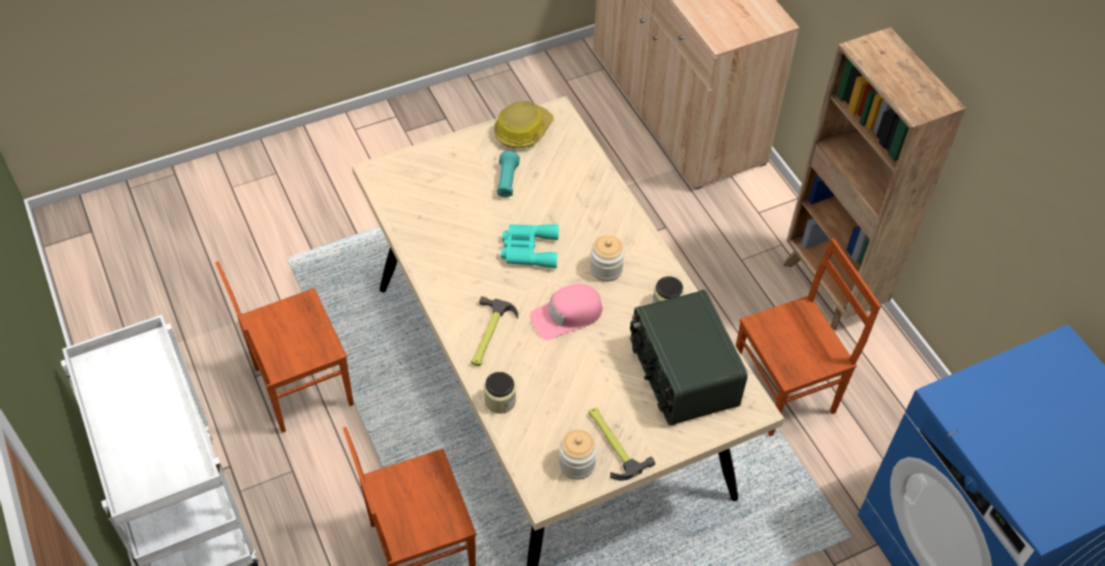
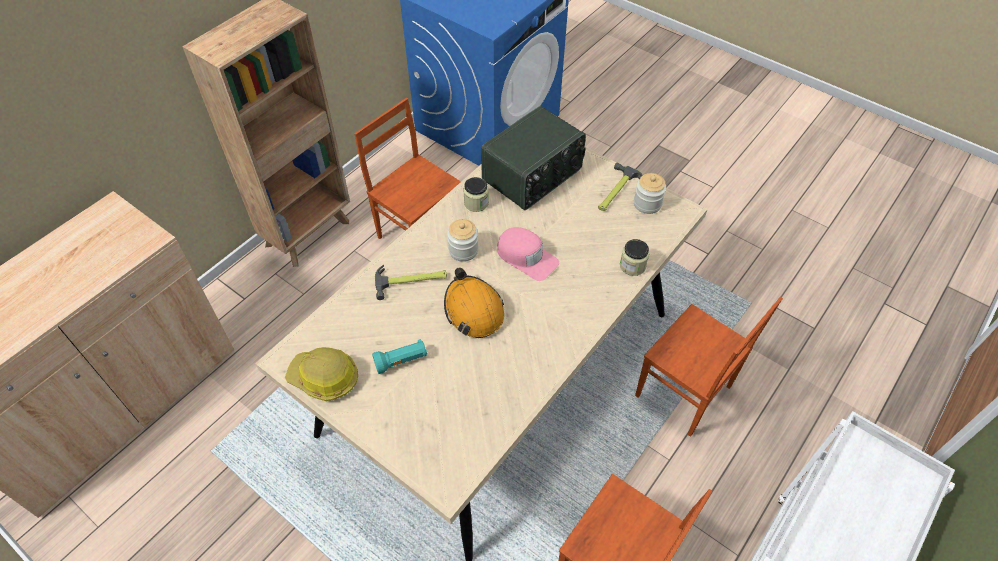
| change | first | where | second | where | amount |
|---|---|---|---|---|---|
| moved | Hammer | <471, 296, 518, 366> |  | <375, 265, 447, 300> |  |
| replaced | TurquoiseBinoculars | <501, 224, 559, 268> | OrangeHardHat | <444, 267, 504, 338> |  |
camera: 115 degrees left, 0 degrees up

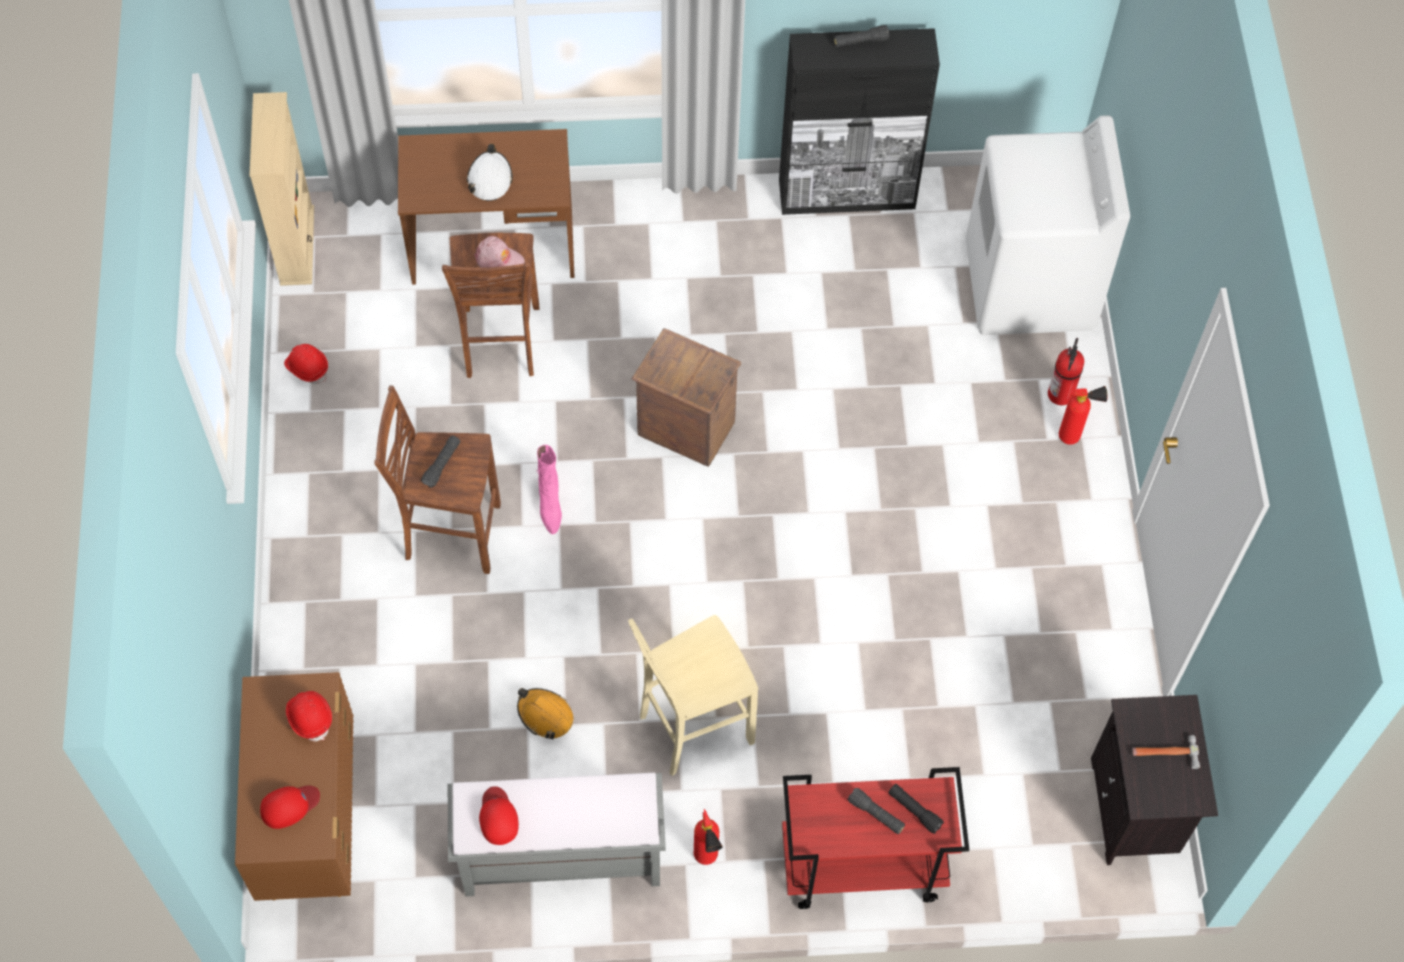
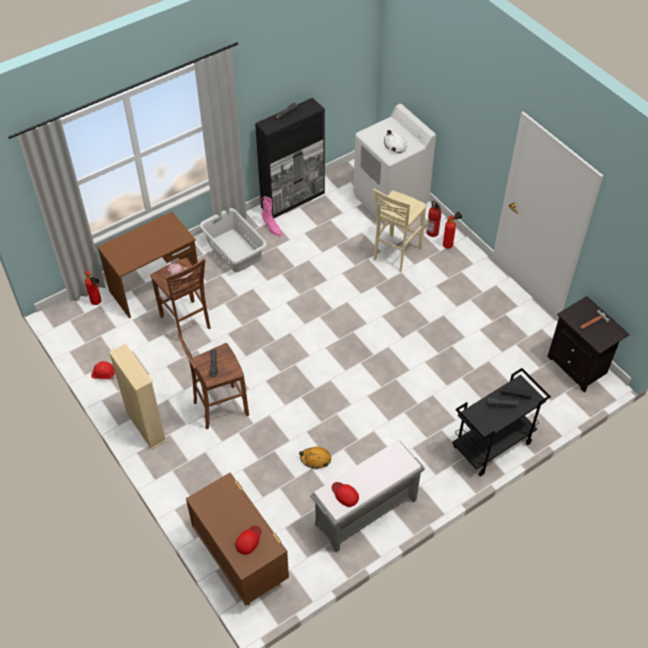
| change | first | where | second | where | amount |
|---|---|---|---|---|---|
| moved | BeigeBookcase | <249, 92, 314, 286> |  | <109, 343, 167, 450> |  |
| removed | RedHardHat | <286, 691, 332, 741> |  |  |  |
| moved | WhiteHardHat | <467, 143, 513, 201> |  | <384, 130, 407, 153> |  |
| moved | PinkBoot | <537, 445, 562, 534> |  | <261, 196, 282, 236> |  |
| moved | BeigeStool | <628, 615, 758, 776> |  | <373, 188, 427, 272> |  |
| removed | Crate | <631, 328, 741, 467> |  |  |  |
| moved | FireExtinguisher | <694, 809, 723, 865> |  | <84, 269, 101, 305> |  |
| recoloured | RedCart | <782, 767, 969, 909> | BlackCart | <452, 368, 551, 476> |  |
| added |  |  | GreyLaundryBasket | <199, 208, 267, 272> |  |
camera: 30 degrees left, 10 degrees down

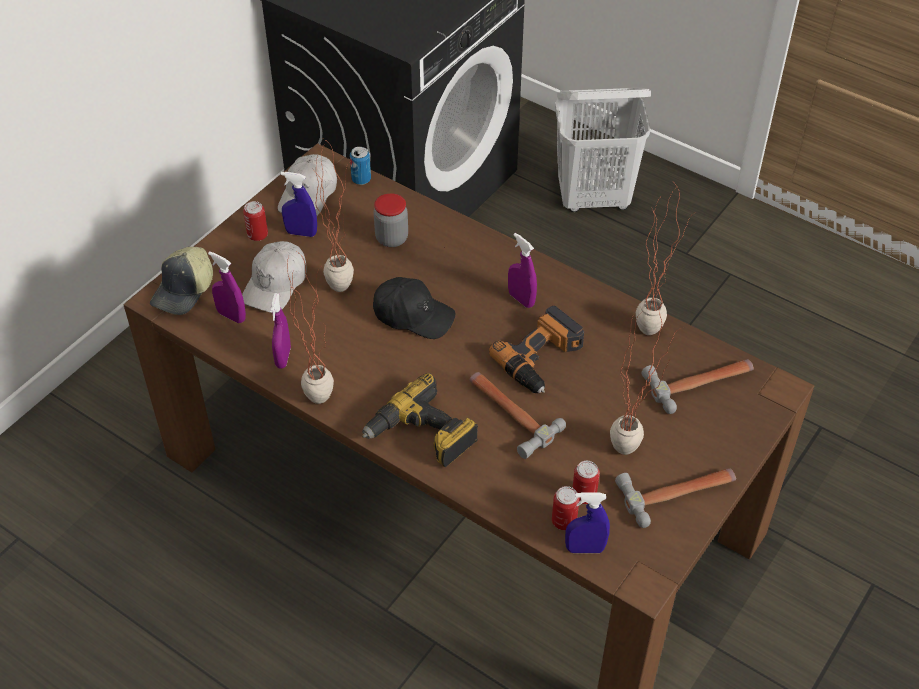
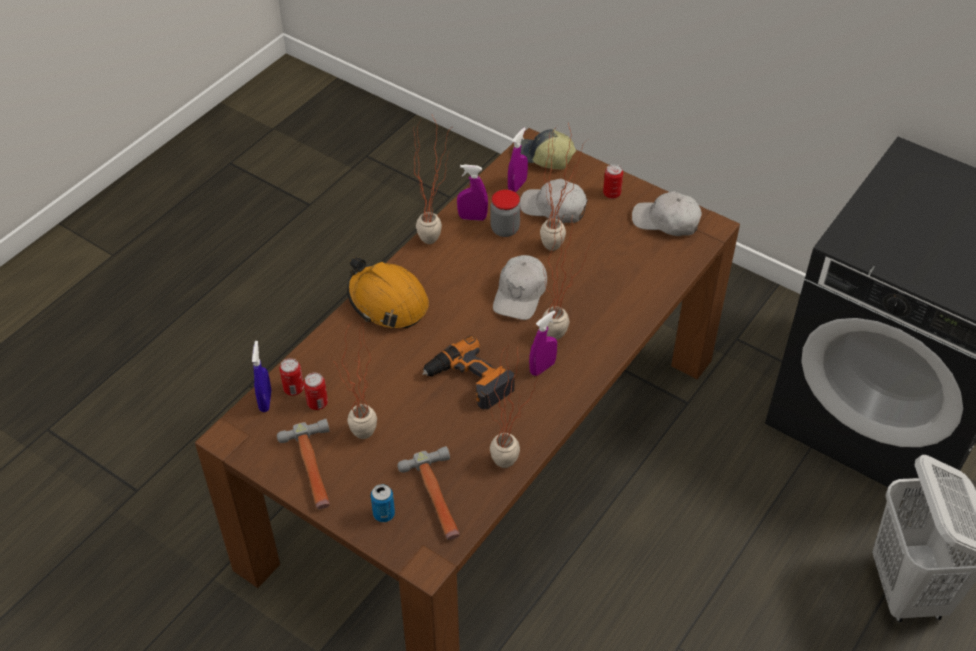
| change | first | where | second | where | amount |
|---|---|---|---|---|---|
| removed | BlueSprayBottle | <281, 172, 317, 237> |  |  |  |
| moved | Can | <350, 147, 371, 185> |  | <371, 484, 395, 522> |  |
| replaced | PowerDrill | <362, 373, 478, 468> | OrangeHardHat | <347, 257, 429, 328> |  |
| recoloured | BlackCap | <373, 277, 455, 339> | WhiteCap | <493, 255, 547, 320> |  |
| moved | Jar | <374, 193, 408, 247> |  | <491, 190, 521, 237> |  |
| removed | Hammer | <469, 372, 566, 459> |  |  |  |
| added |  |  | PottedPlant | <542, 216, 592, 340> |  |
camera: 90 degrees right, 0 degrees up

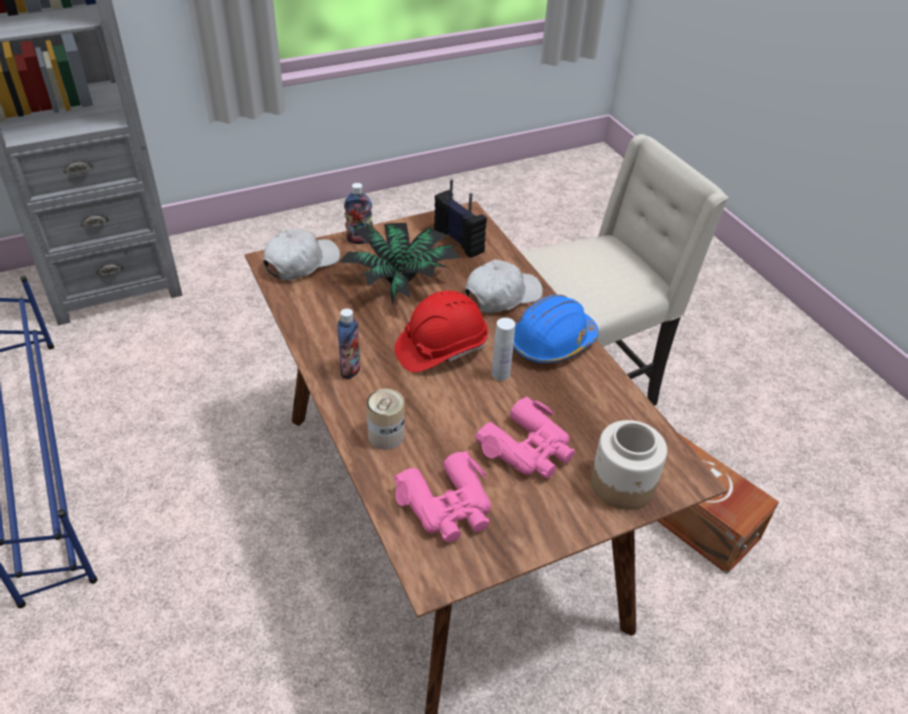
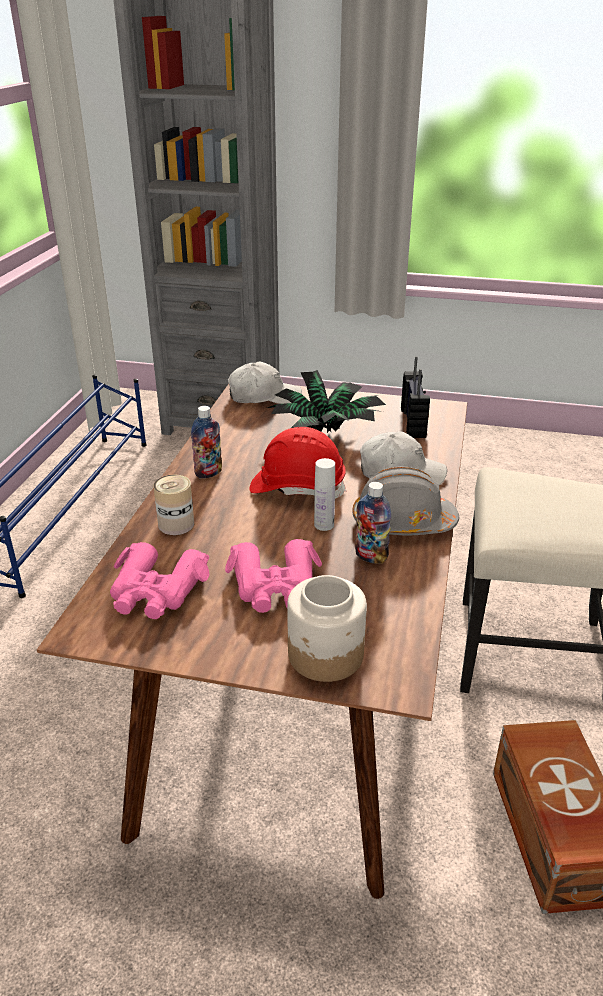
| change | first | where | second | where | amount |
|---|---|---|---|---|---|
| moved | Bottle | <344, 183, 373, 244> |  | <355, 482, 391, 564> |  |
| recoloured | BlueHardHat | <513, 295, 599, 363> | GreyHardHat | <352, 466, 459, 536> |  |
camera: 40 degrees right, 10 degrees down

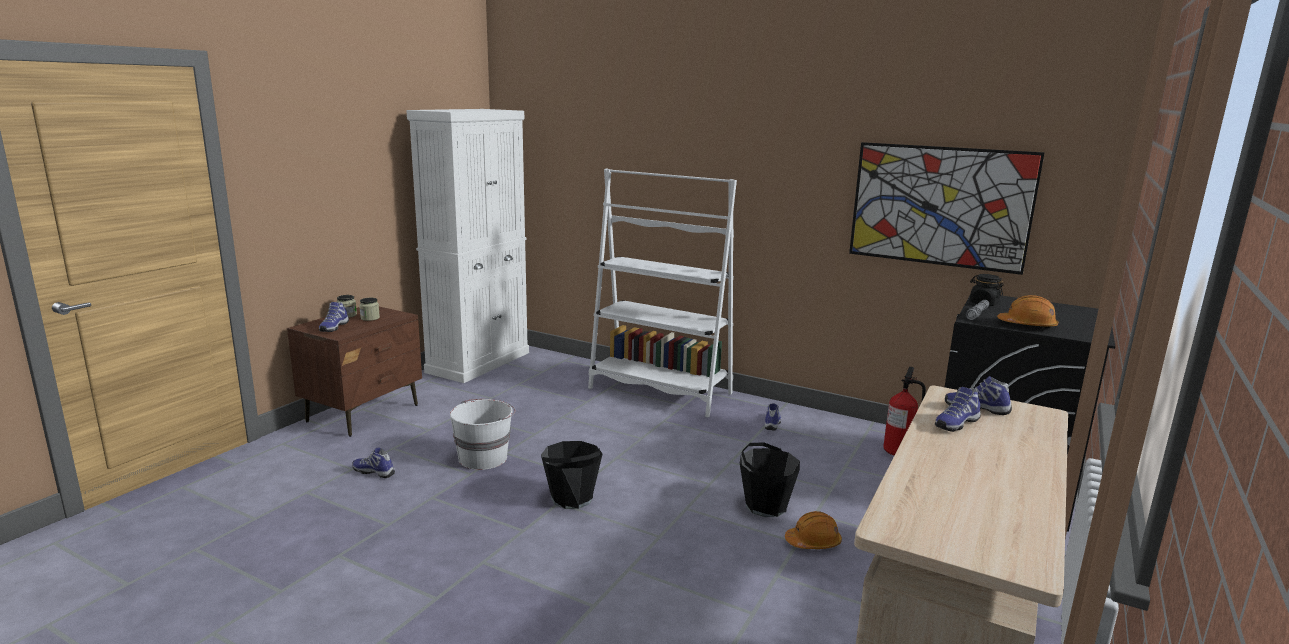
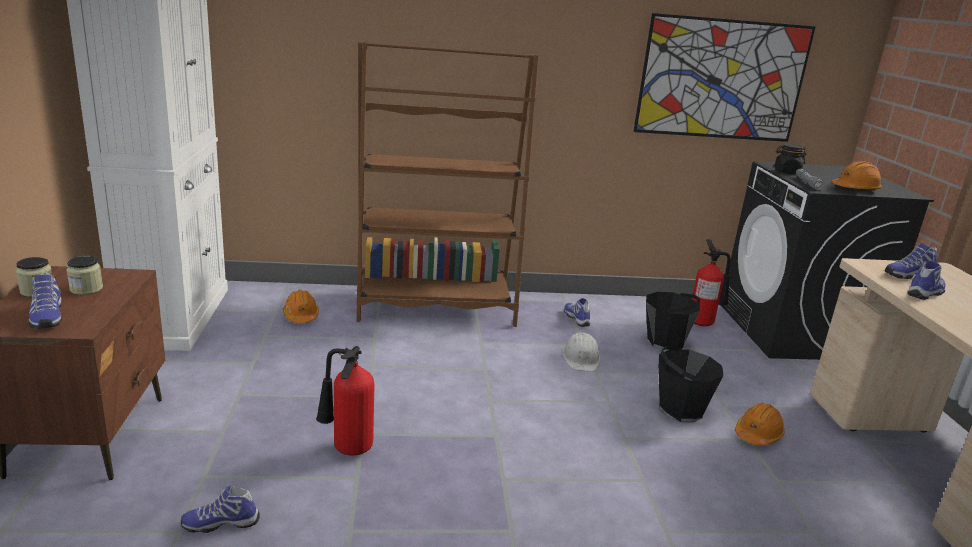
| change | first | where | second | where | amount |
|---|---|---|---|---|---|
| replaced | WhiteBucket | <450, 399, 515, 470> | FireExtinguisher | <316, 346, 374, 456> |  |
| moved | BlackBucket | <541, 441, 603, 509> |  | <646, 292, 700, 351> |  |
| recoloured | WhiteBookcase | <588, 169, 737, 417> | BrownBookcase | <356, 41, 539, 327> |  |
| turned | Shoe | <935, 387, 981, 432> |  | <907, 261, 946, 300> | 150 degrees counterclockwise |
| added |  |  | OrangeHardHat | <283, 290, 319, 323> |  |
| added |  |  | WhiteHardHat | <562, 333, 600, 372> |  |
camera: 35 degrees left, 5 degrees up

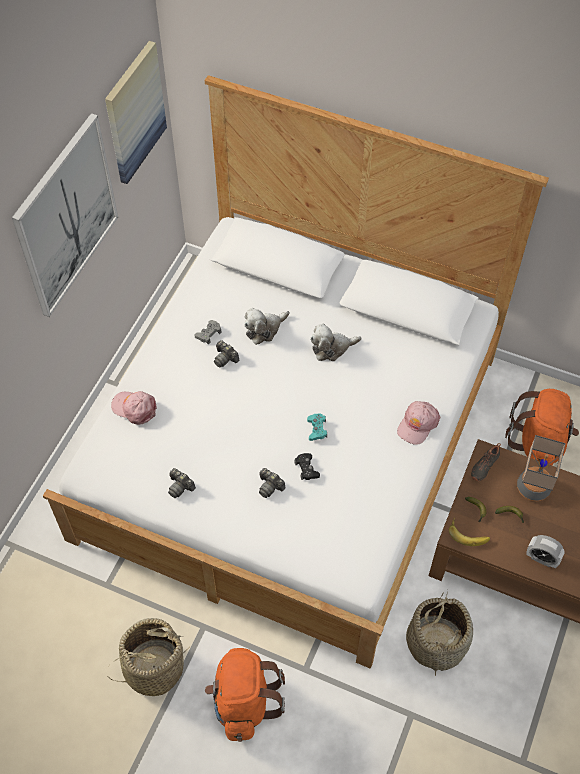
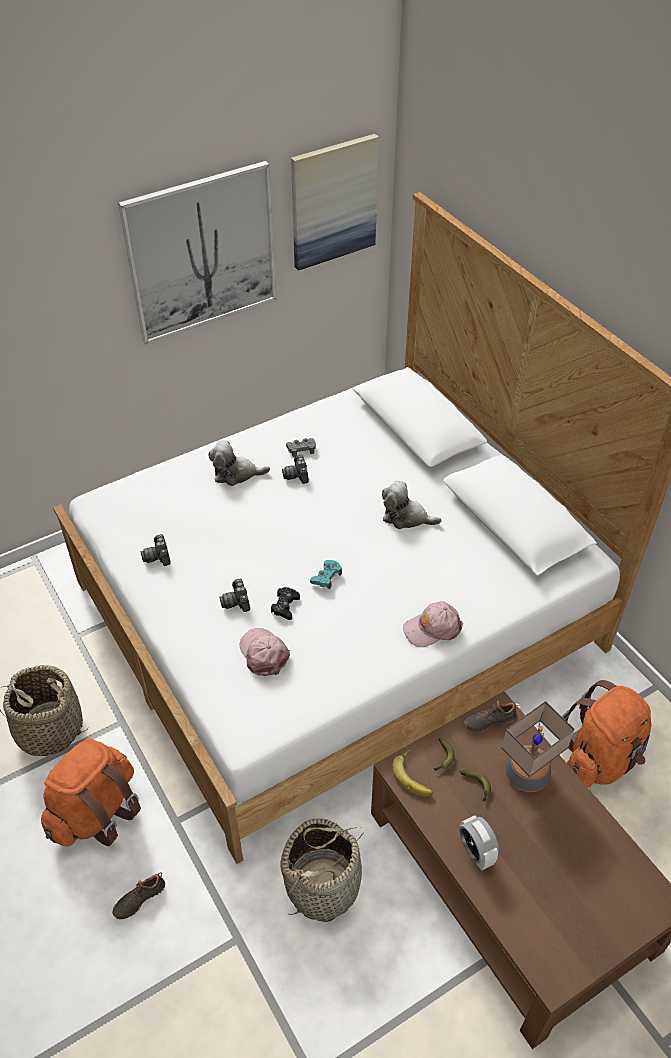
| change | first | where | second | where | amount |
|---|---|---|---|---|---|
| moved | PinkCap | <111, 391, 157, 425> |  | <240, 628, 290, 676> |  |
| moved | PlushToy | <244, 308, 289, 345> |  | <208, 440, 270, 486> |  |
| added |  |  | BlackShoe | <112, 872, 165, 919> |  |
camera: 35 degrees right, 10 degrees down

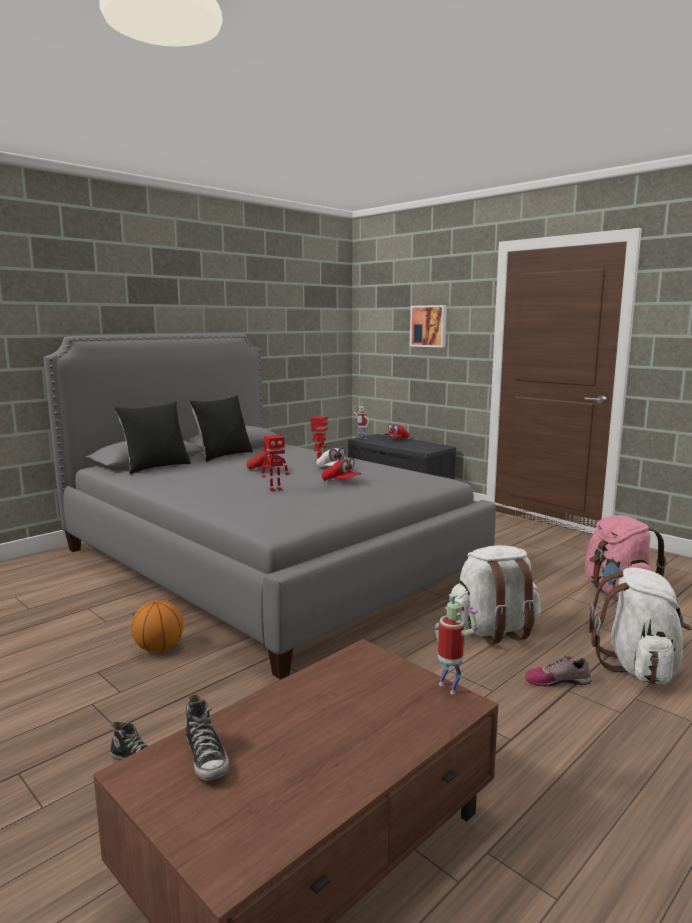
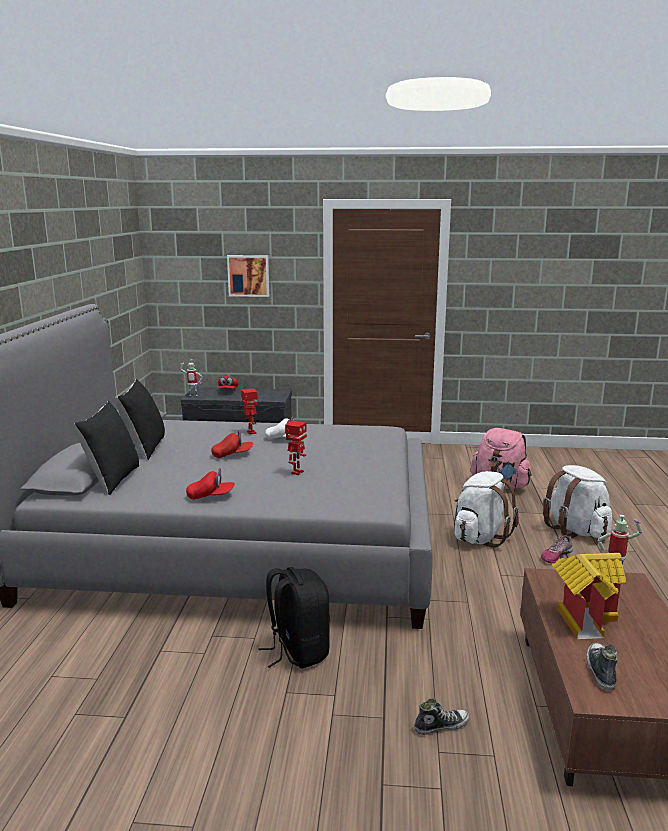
| change | first | where | second | where | amount |
|---|---|---|---|---|---|
| replaced | Basketball | <131, 600, 184, 653> | BlackBackpack | <259, 567, 330, 668> |  |
| turned | Shoe | <186, 694, 229, 781> |  | <586, 643, 618, 691> | 105 degrees counterclockwise |
| moved | RedCap | <322, 458, 362, 480> |  | <186, 468, 235, 500> |  |
| added |  |  | ToyHouse | <553, 553, 626, 639> |  |
camera: 40 degrees left, 5 degrees up

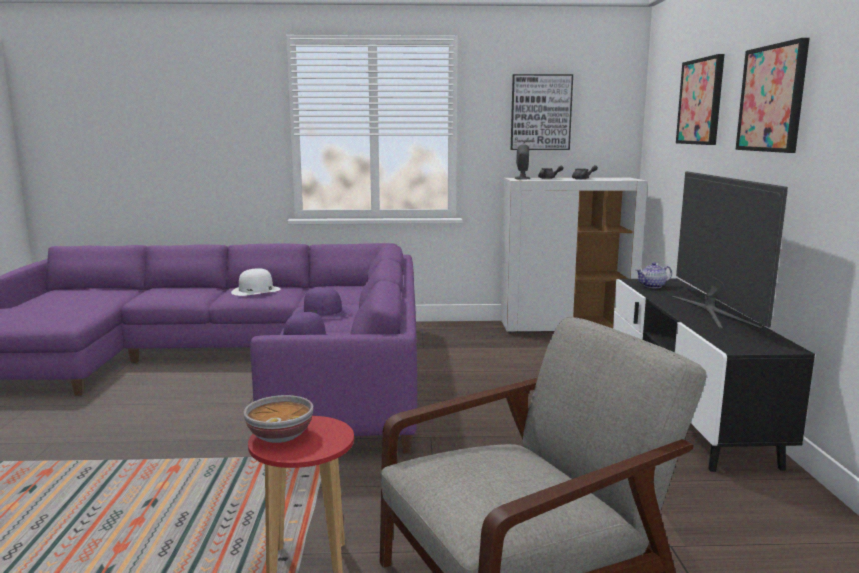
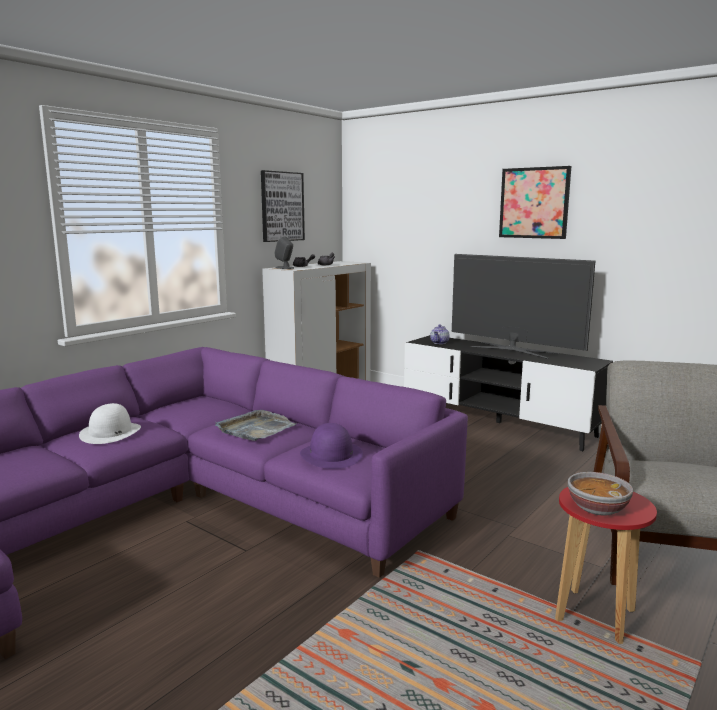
| change | first | where | second | where | amount |
|---|---|---|---|---|---|
| replaced | PurpleHat | <295, 287, 350, 318> | GreyTray | <215, 410, 296, 441> |  |
| removed | Picture | <676, 54, 725, 145> |  |  |  |
camera: 50 degrees left, 0 degrees up

